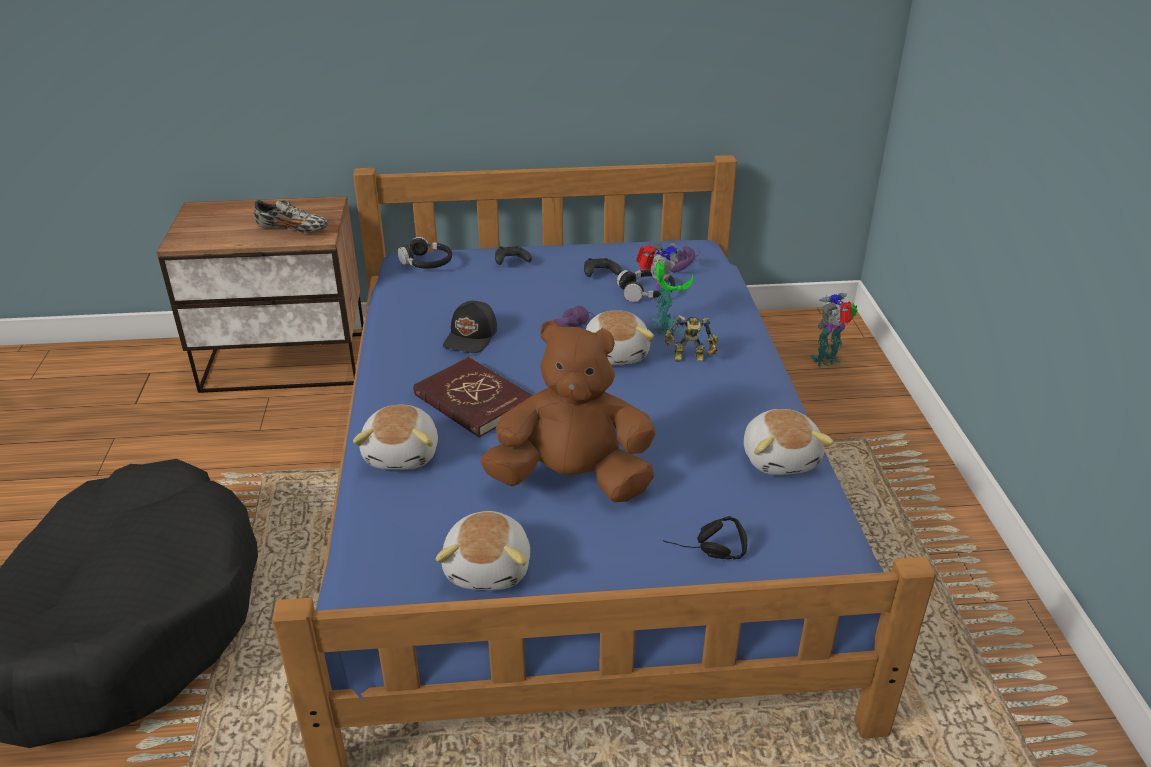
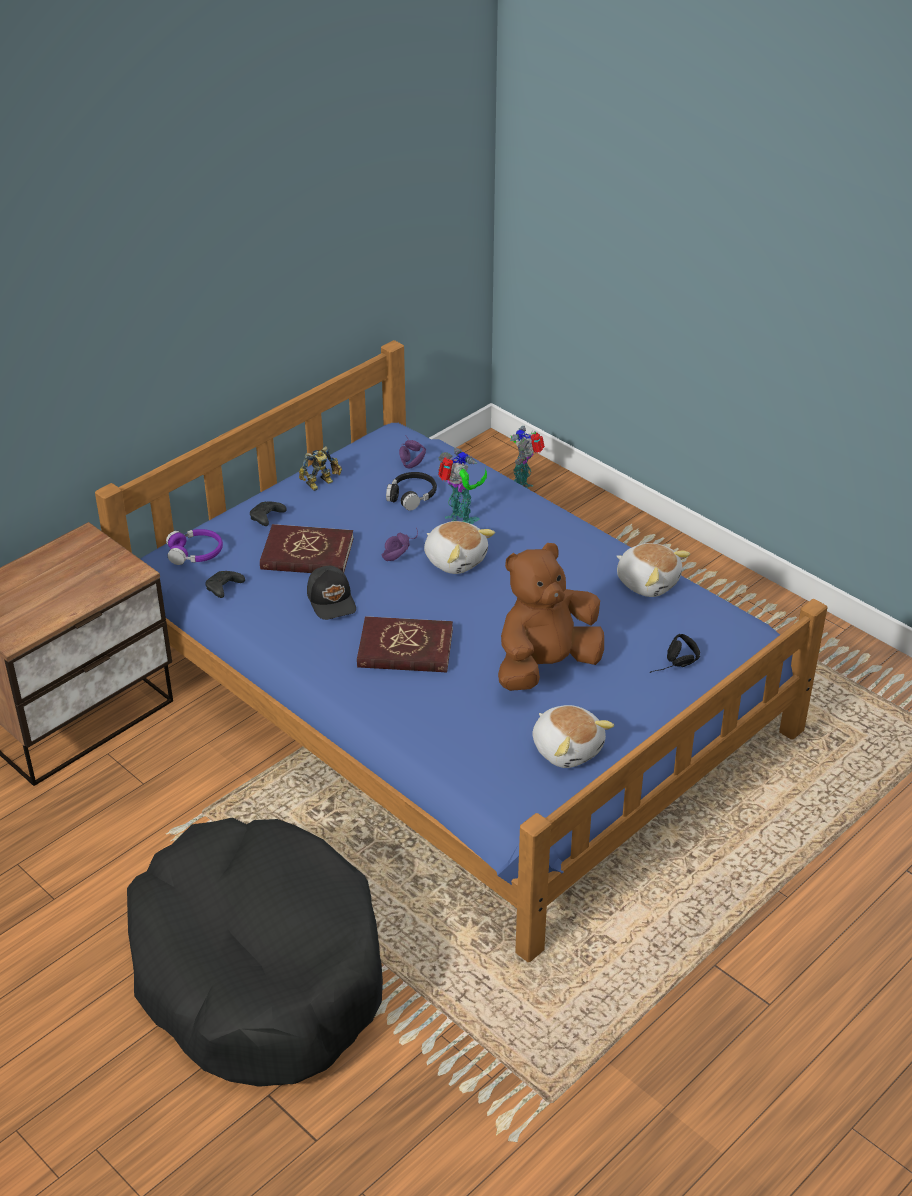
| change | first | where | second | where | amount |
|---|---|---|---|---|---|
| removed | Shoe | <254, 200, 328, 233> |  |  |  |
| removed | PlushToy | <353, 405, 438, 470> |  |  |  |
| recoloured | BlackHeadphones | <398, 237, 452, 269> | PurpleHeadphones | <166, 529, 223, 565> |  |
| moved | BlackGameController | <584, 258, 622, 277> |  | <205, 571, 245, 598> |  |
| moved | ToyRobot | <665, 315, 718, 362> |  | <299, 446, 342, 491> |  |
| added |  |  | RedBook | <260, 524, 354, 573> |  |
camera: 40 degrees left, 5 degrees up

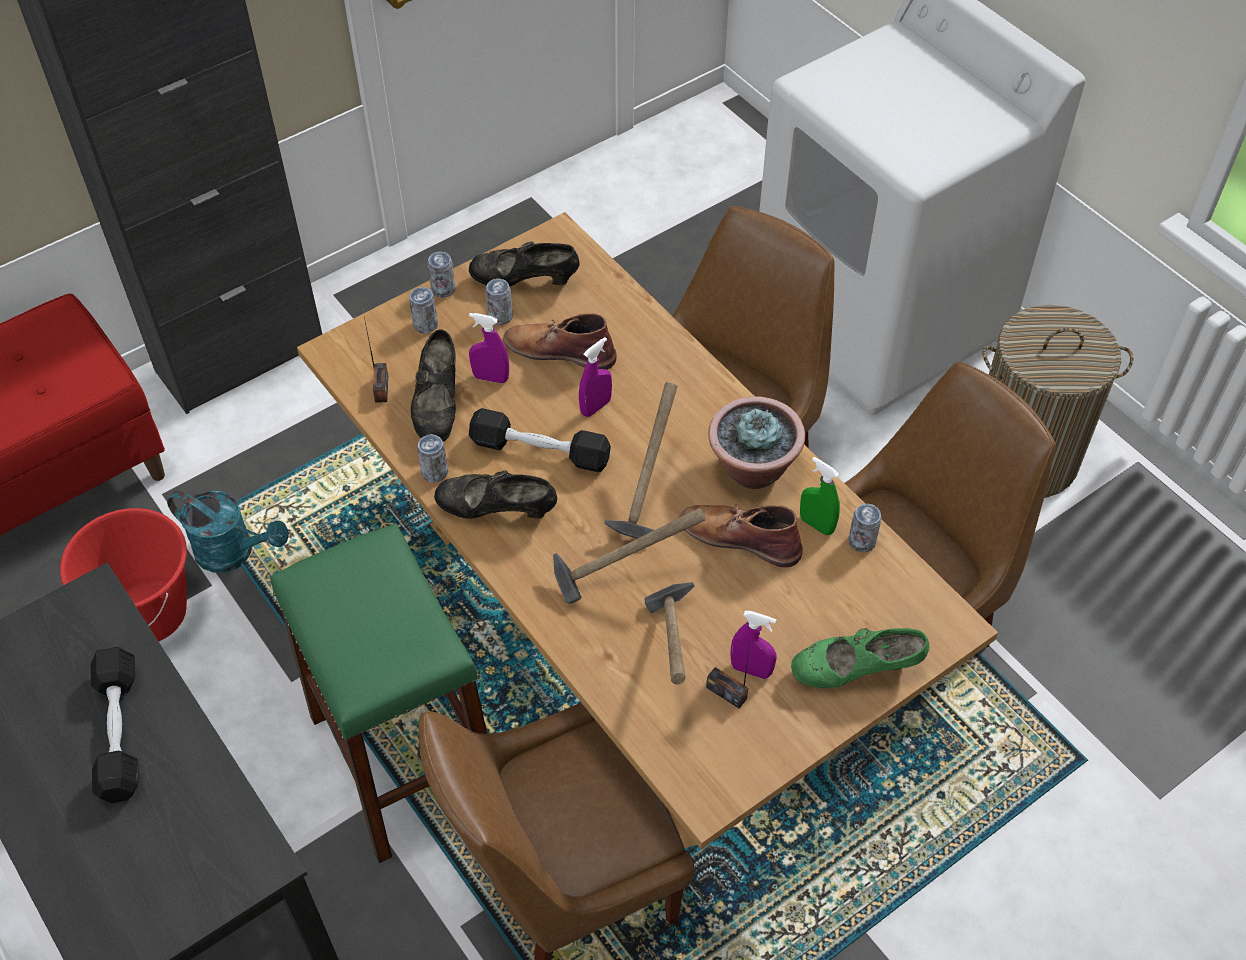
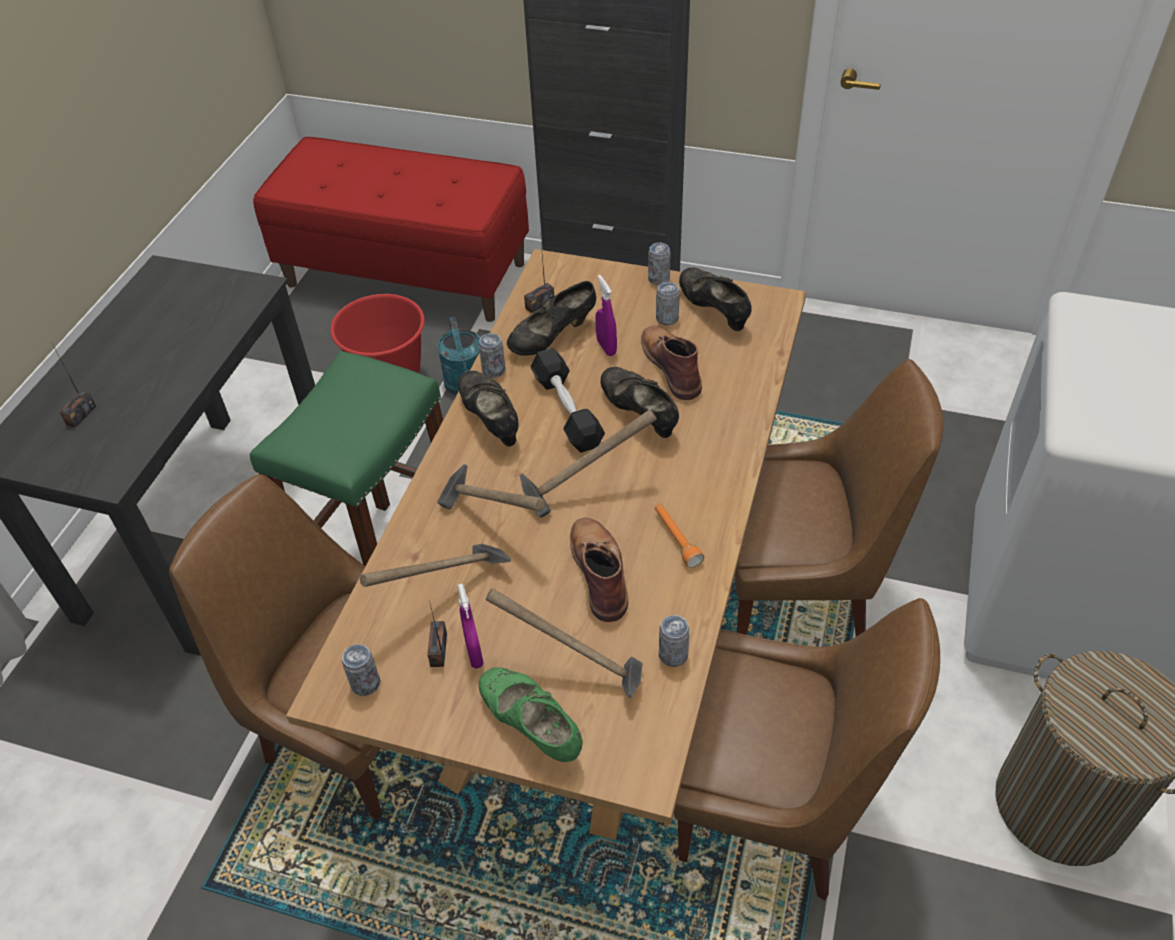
| change | first | where | second | where | amount |
|---|---|---|---|---|---|
| removed | BlackDumbbell | <91, 647, 139, 804> |  |  |  |
| moved | Can | <409, 287, 438, 333> |  | <342, 644, 381, 696> |  |
| replaced | PurpleSprayBottle | <579, 337, 612, 417> | BlackShoe | <600, 367, 679, 438> |  |
| replaced | PottedPlant | <708, 397, 805, 489> | OrangeFlashlight | <655, 503, 704, 568> |  |
| removed | GreenSprayBottle | <800, 457, 840, 535> |  |  |  |
| added |  |  | Radio | <52, 343, 96, 428> |  |
| added |  |  | Hammer | <486, 588, 643, 698> |  |
camera: 55 degrees right, 5 degrees down

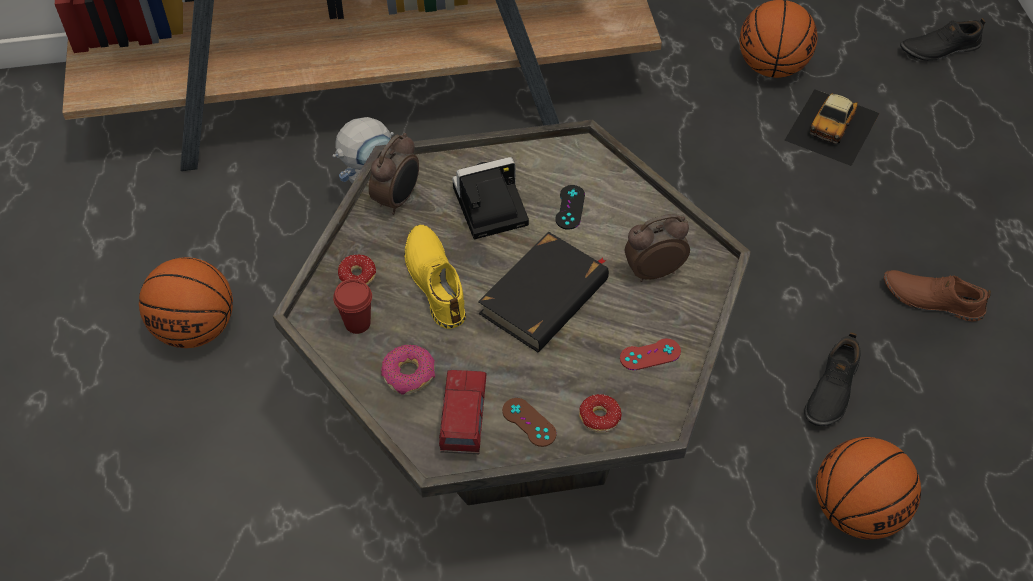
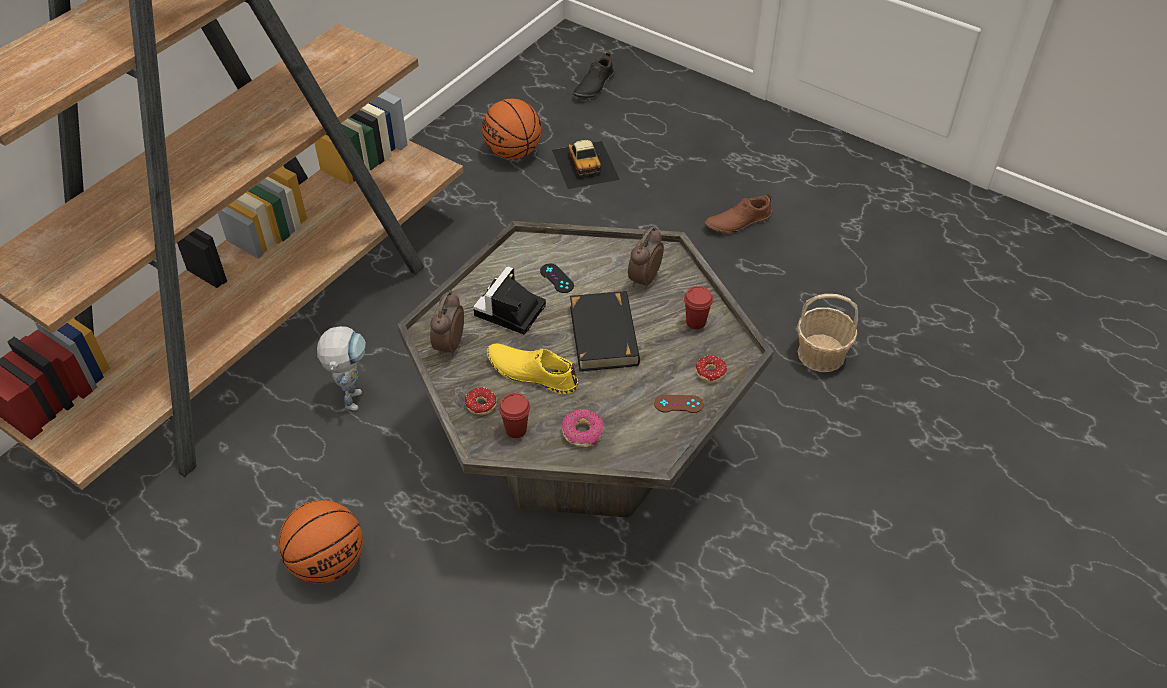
| change | first | where | second | where | amount |
|---|---|---|---|---|---|
| turned | AlarmClock | <369, 133, 419, 215> |  | <430, 290, 464, 356> | 150 degrees counterclockwise |
| removed | ToyTruck | <439, 370, 487, 454> |  |  |  |
| replaced | RedGameController | <620, 339, 681, 370> | RedCup | <684, 286, 713, 329> |  |
| removed | BlackShoe | <804, 332, 861, 426> |  |  |  |
| replaced | Basketball | <816, 437, 921, 540> | Basket | <797, 294, 858, 372> |  |
camera: 45 degrees left, 5 degrees down

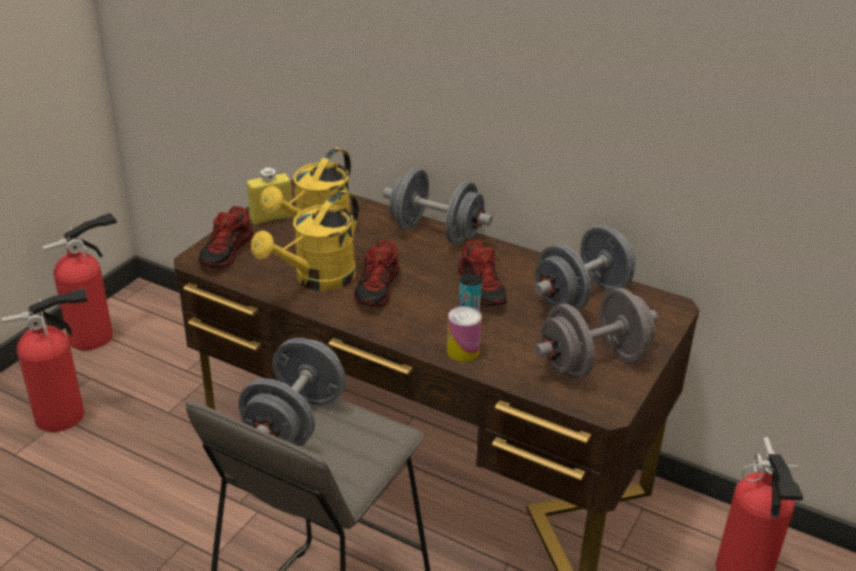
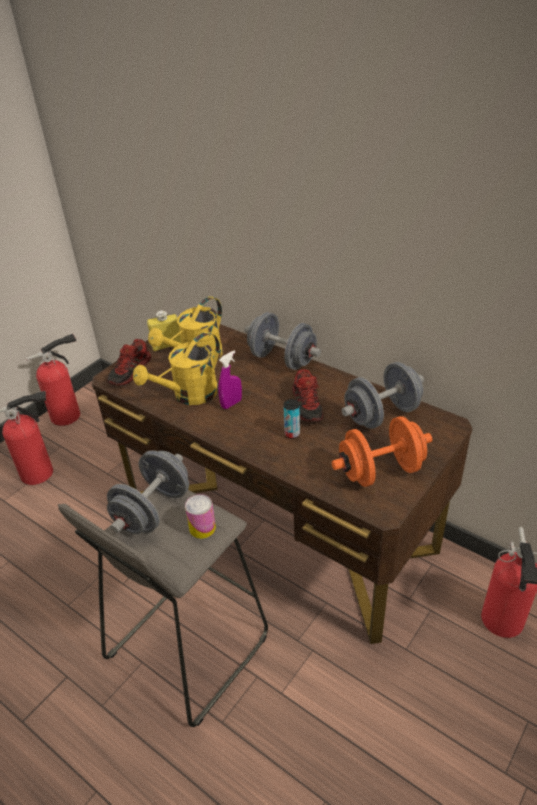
| change | first | where | second | where | amount |
|---|---|---|---|---|---|
| replaced | Shoe | <354, 240, 399, 307> | PurpleSprayBottle | <218, 351, 242, 409> |  |
| moved | Can | <447, 306, 482, 362> |  | <185, 494, 216, 539> |  |
| recoloured | GreyDumbbell | <535, 288, 658, 379> | OrangeDumbbell | <332, 416, 432, 487> |  |
camera: 10 degrees right, 5 degrees up

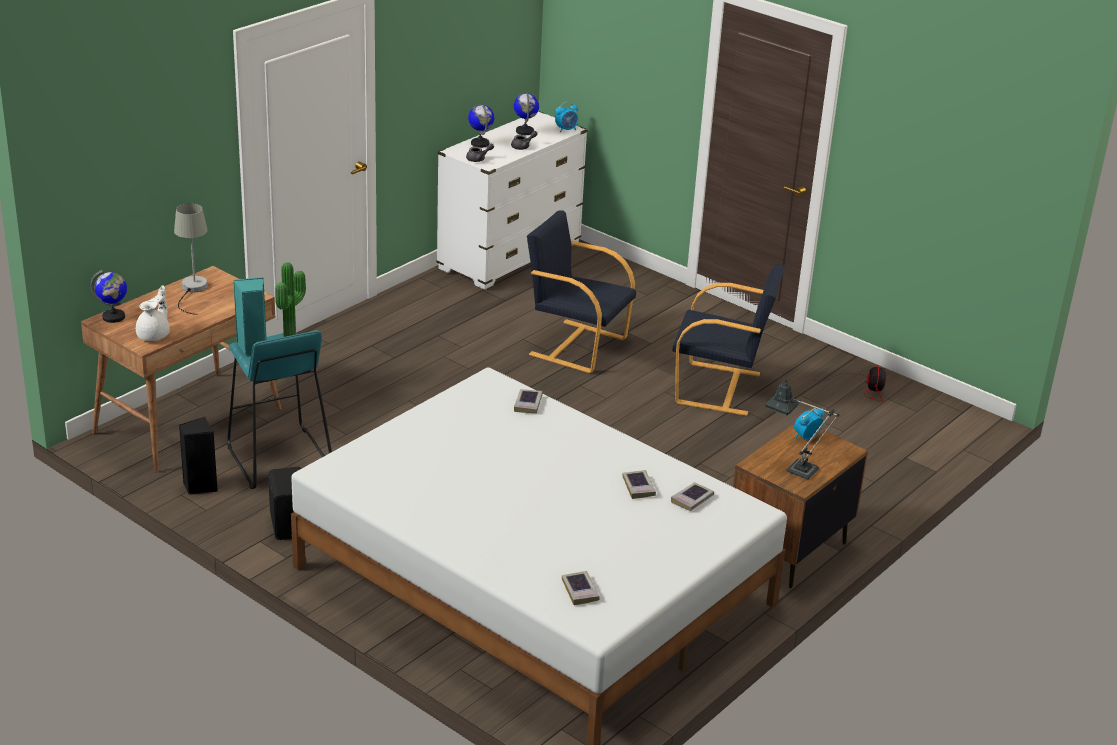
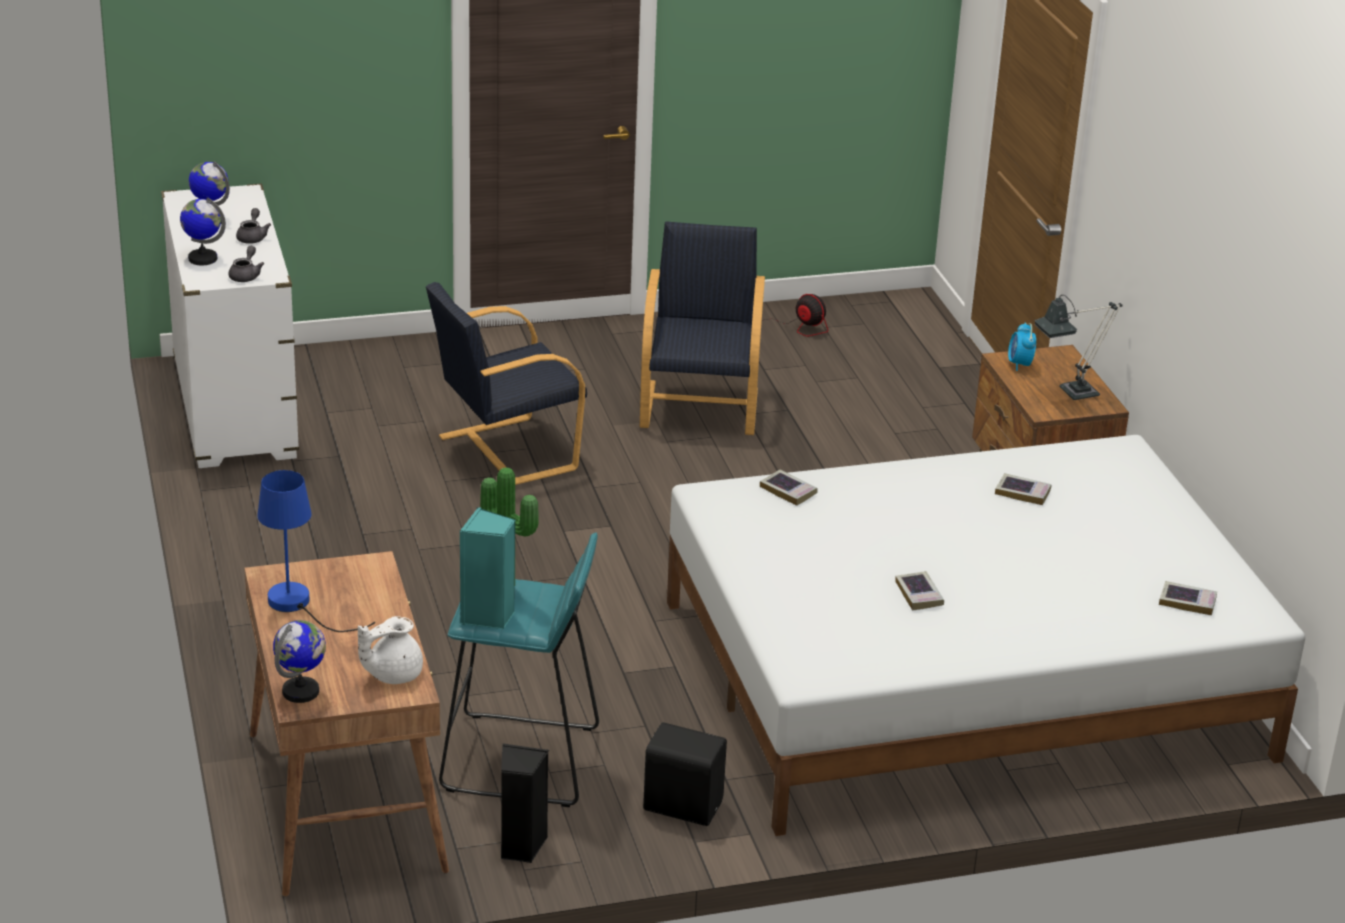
| change | first | where | second | where | amount |
|---|---|---|---|---|---|
| turned | WhiteTeapot | <136, 285, 170, 341> |  | <358, 616, 423, 684> | 90 degrees counterclockwise |
| recoloured | GreyTableLamp | <174, 203, 208, 315> | BlueTableLamp | <257, 470, 375, 632> |  |
| removed | AlarmClock | <555, 102, 578, 133> |  |  |  |
| moved | Book | <671, 482, 714, 511> |  | <895, 571, 944, 610> |  |
| turned | BlackArmchair | <672, 264, 786, 416> |  | <640, 221, 765, 435> | 45 degrees counterclockwise |
camera: 55 degrees left, 0 degrees up

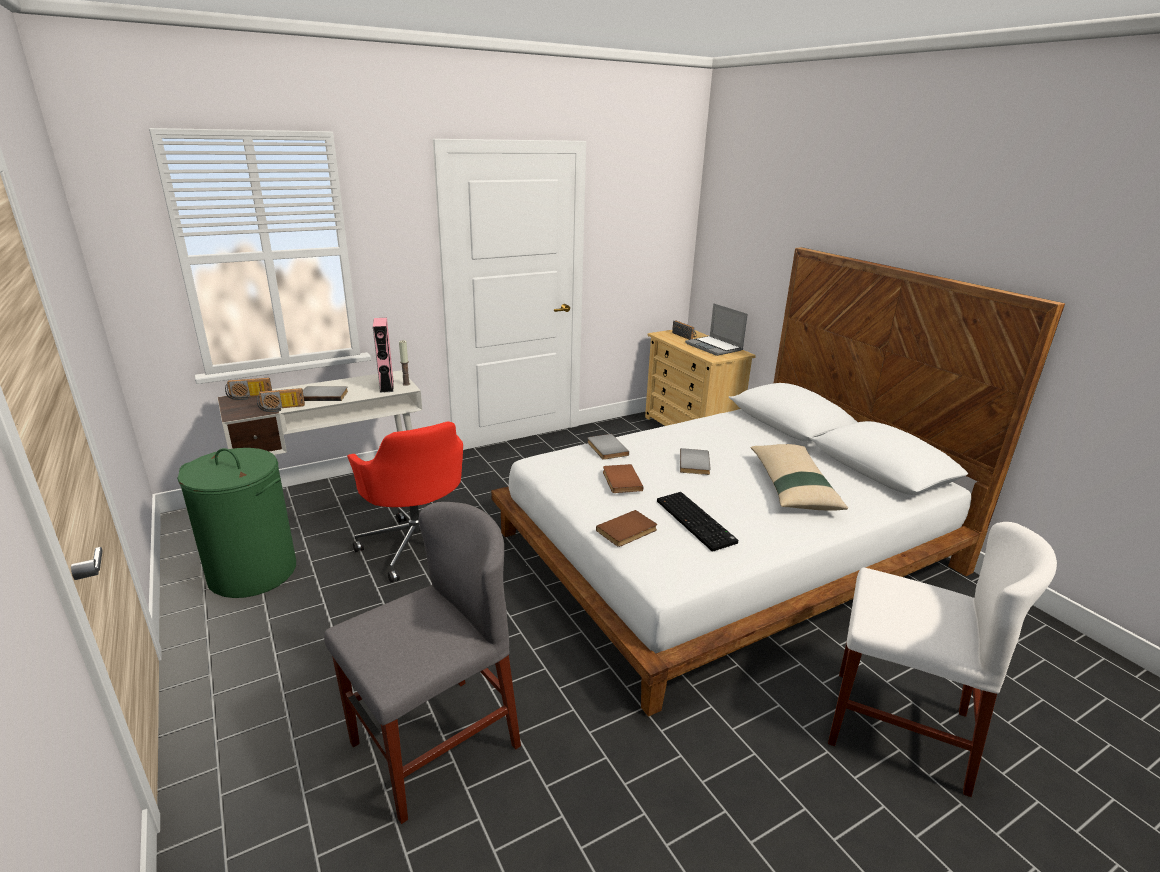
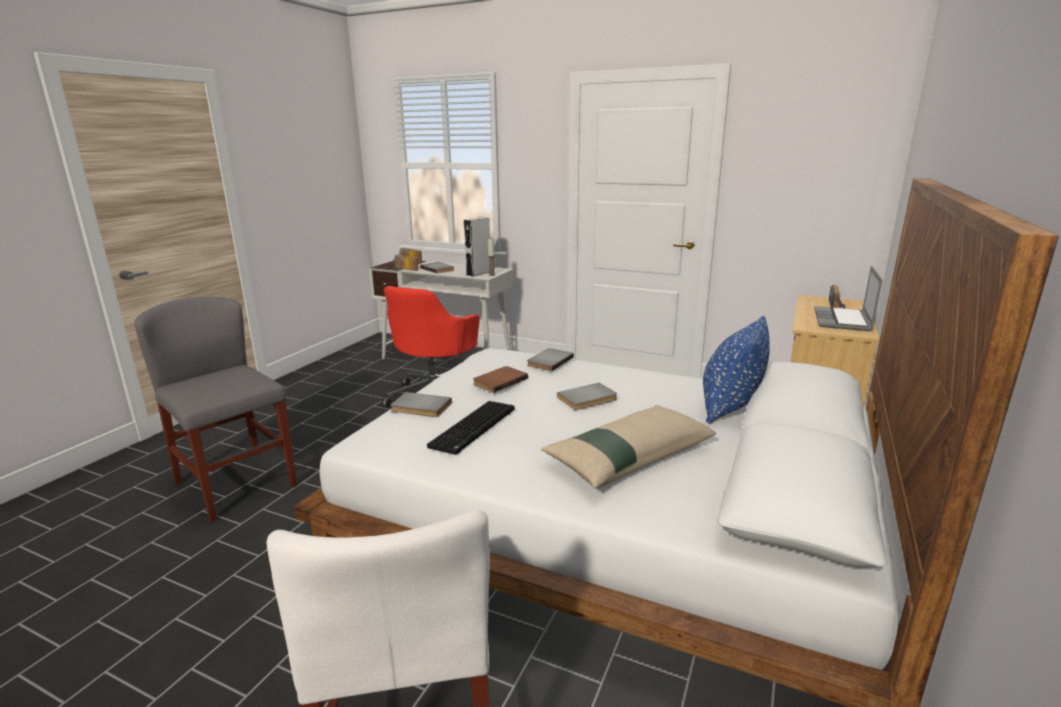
| change | first | where | second | where | amount |
|---|---|---|---|---|---|
| removed | GreenLaundryBasket | <177, 448, 296, 598> |  |  |  |
| turned | GreyChair | <324, 502, 521, 824> |  | <134, 297, 298, 522> | 150 degrees counterclockwise |
| recoloured | PinkSpeaker | <373, 318, 394, 393> | GreySpeaker | <464, 217, 490, 277> |  |
| recoloured | BrownBook | <596, 510, 657, 547> | GreyBook | <391, 392, 452, 417> |  |
| added |  |  | BluePillow | <703, 316, 770, 424> |  |
camera: 55 degrees right, 5 degrees down

